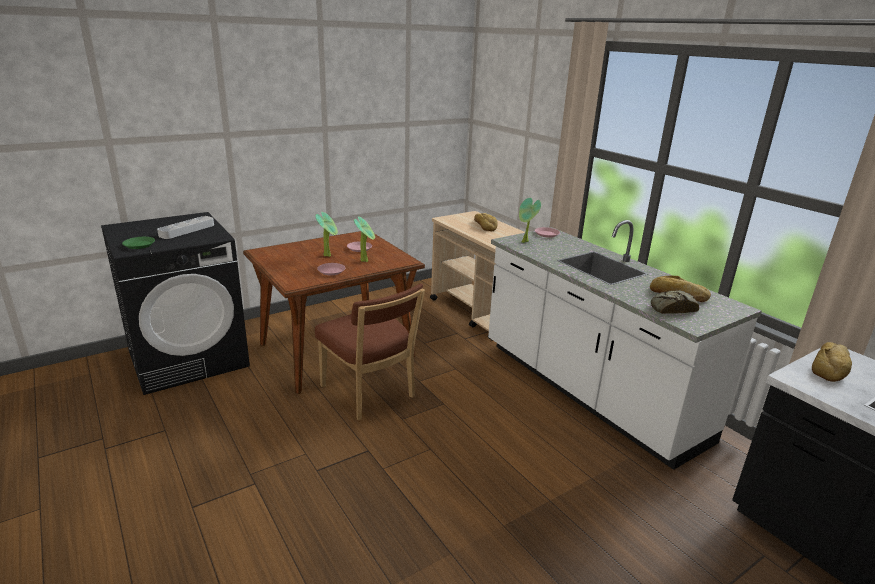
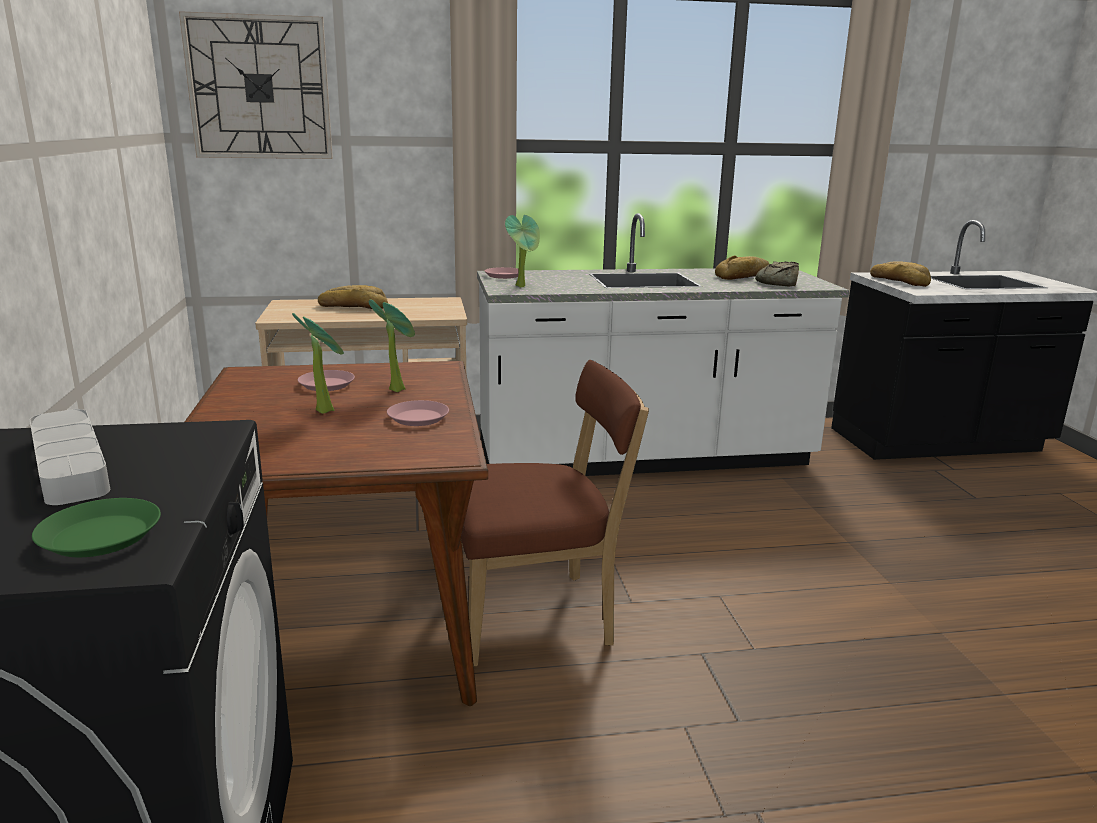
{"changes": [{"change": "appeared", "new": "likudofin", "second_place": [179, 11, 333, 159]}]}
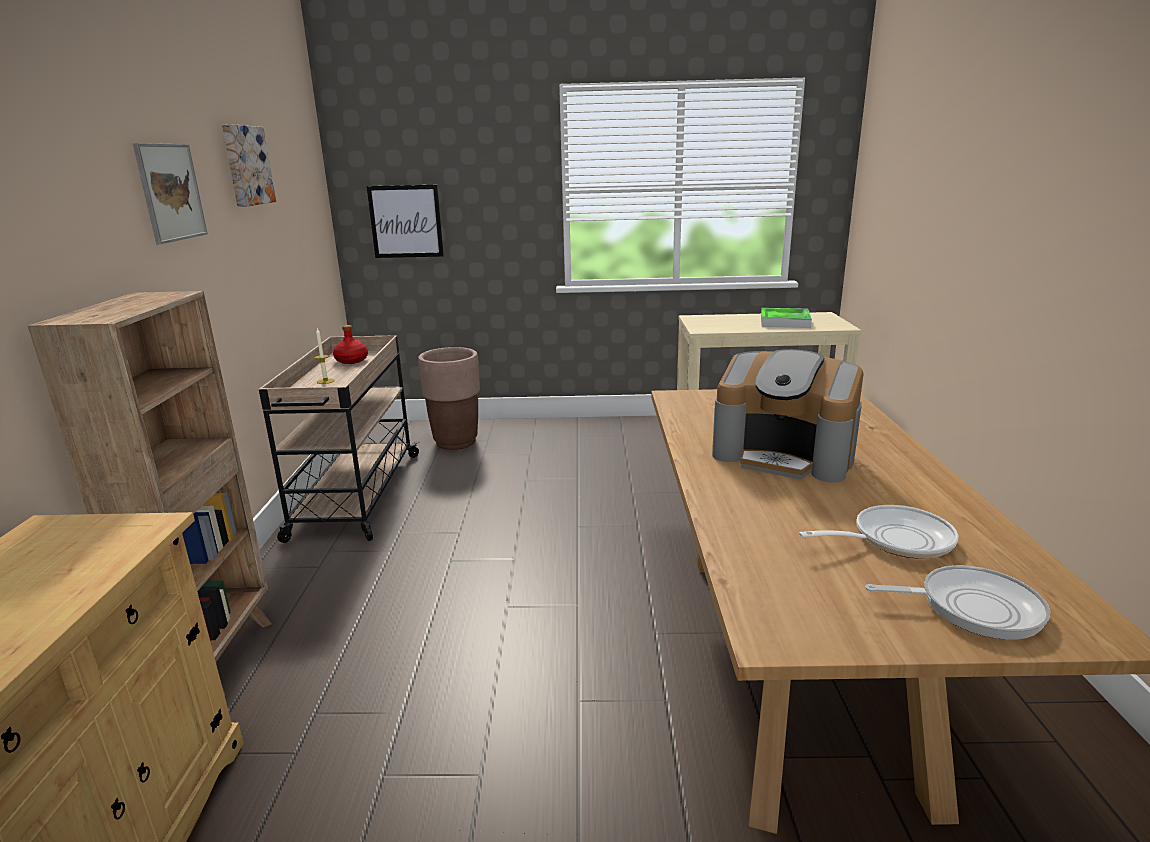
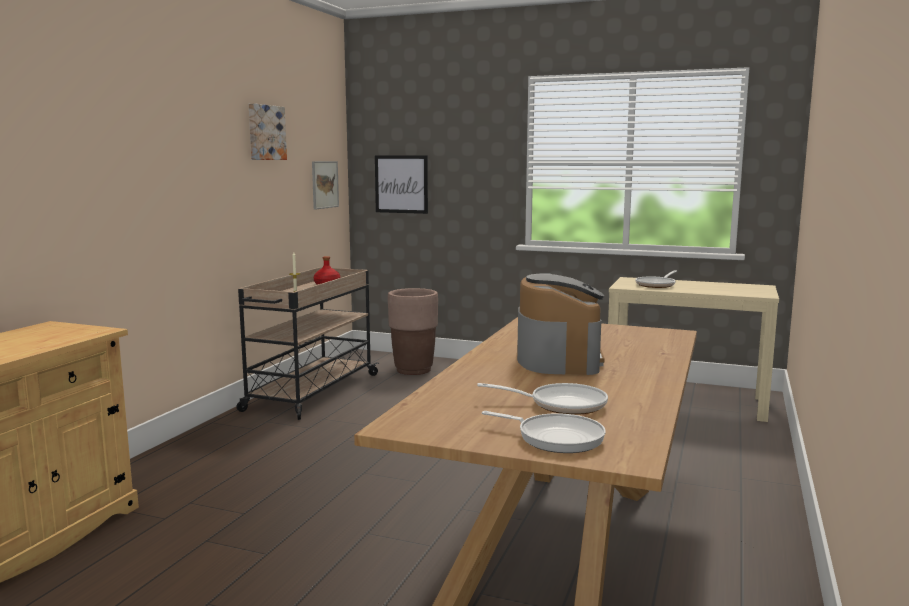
{"changes": [{"change": "relocated", "old": "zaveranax", "first_place": [133, 143, 208, 244], "second_place": [312, 161, 339, 210]}, {"change": "spun", "old": "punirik", "first_place": [712, 349, 863, 482], "second_place": [517, 273, 605, 375], "degrees": -135}, {"change": "appeared", "new": "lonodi", "second_place": [635, 270, 677, 288]}, {"change": "missing", "old": "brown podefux", "first_place": [28, 291, 272, 696]}, {"change": "missing", "old": "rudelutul", "first_place": [761, 308, 812, 328]}]}
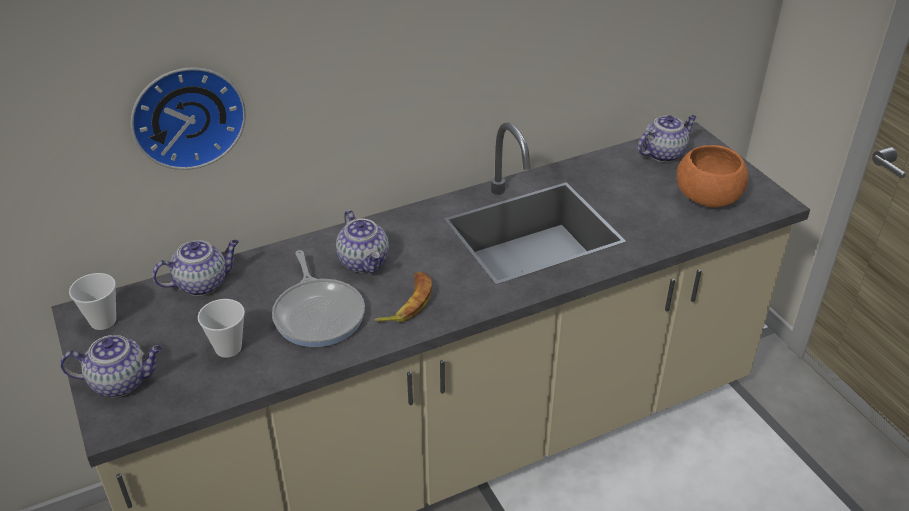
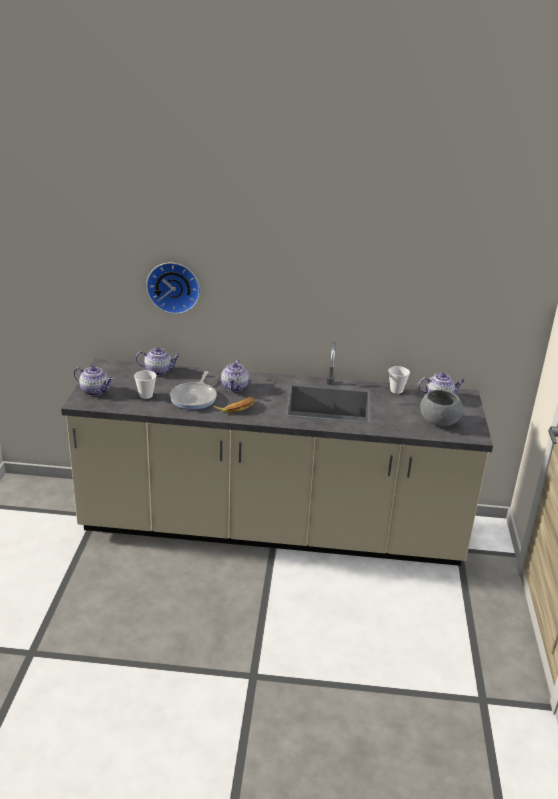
{"changes": [{"change": "relocated", "old": "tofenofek", "first_place": [69, 273, 116, 330], "second_place": [388, 366, 410, 394]}, {"change": "colour", "old": "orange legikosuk", "new": "grey legikosuk", "first_place": [677, 145, 749, 207], "second_place": [420, 390, 463, 426]}]}
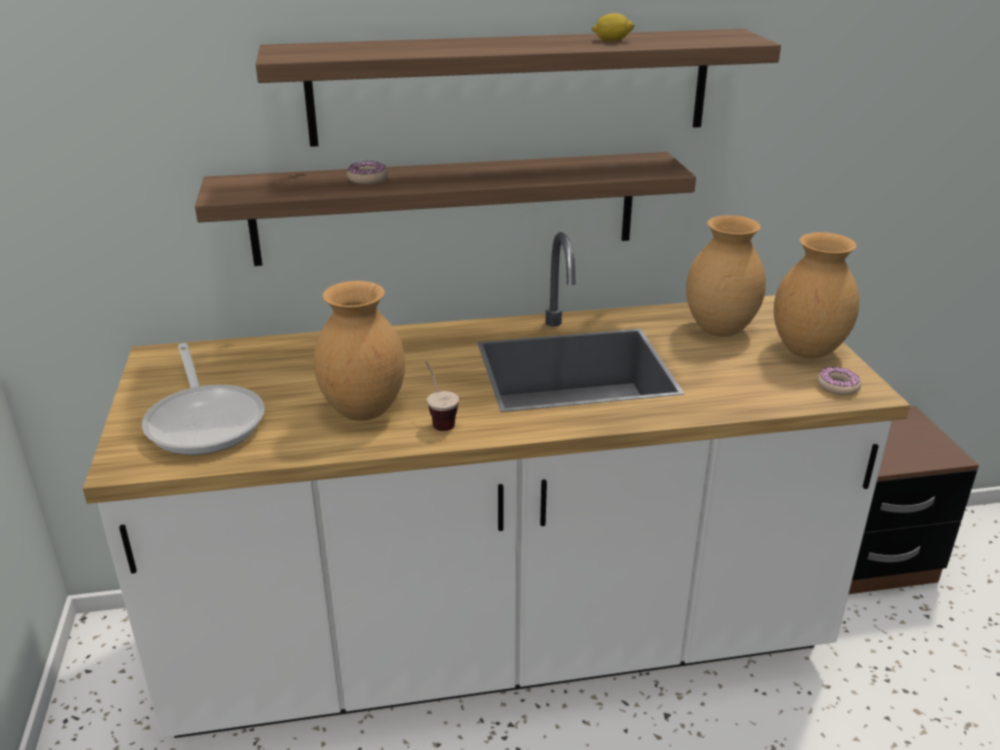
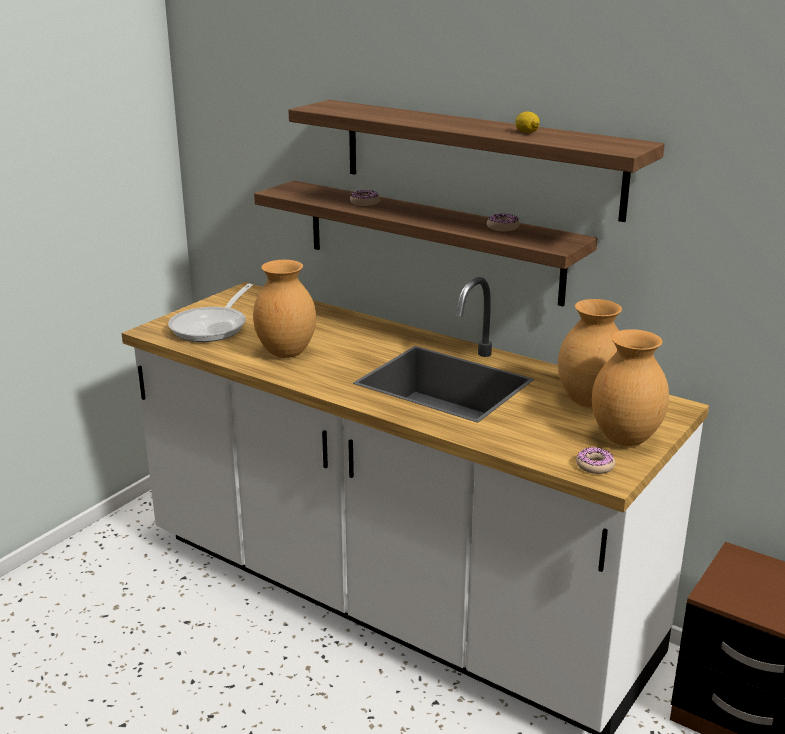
{"changes": [{"change": "appeared", "new": "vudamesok", "second_place": [487, 213, 520, 231]}, {"change": "missing", "old": "tofenofek", "first_place": [425, 361, 459, 431]}]}
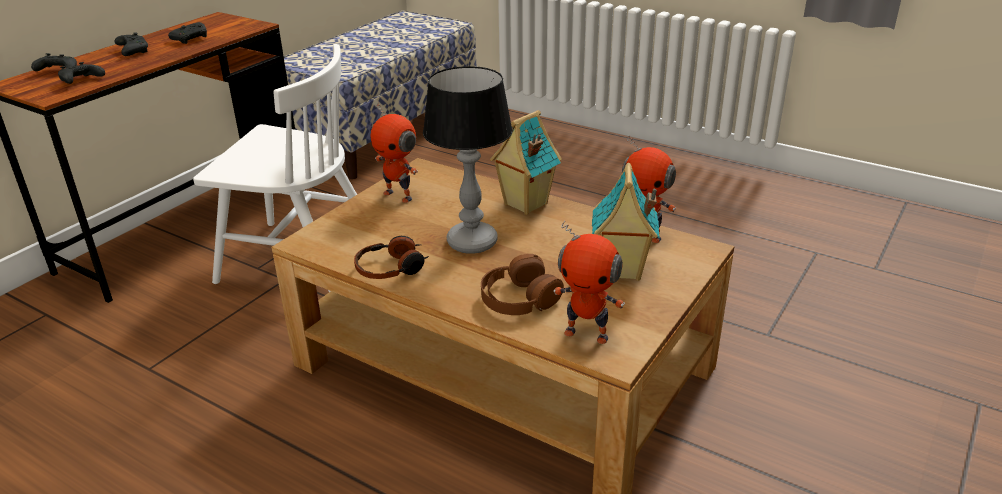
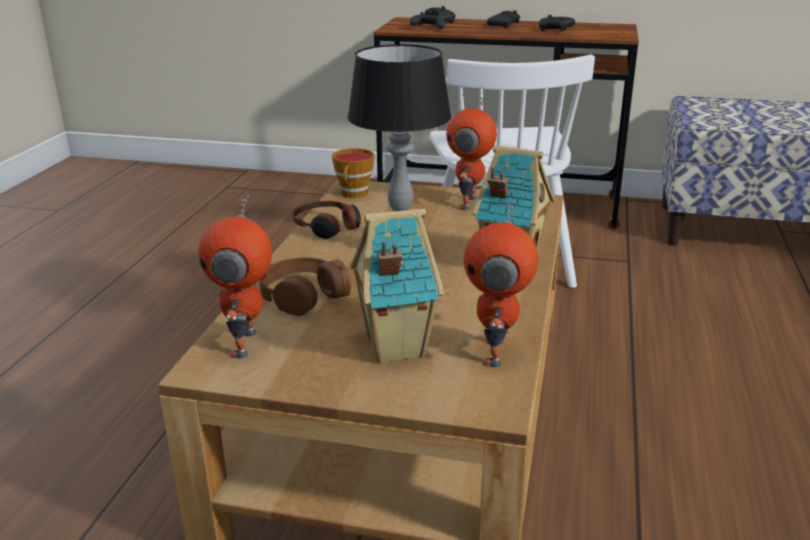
{"changes": [{"change": "appeared", "new": "tofenofek", "second_place": [332, 148, 375, 198]}]}
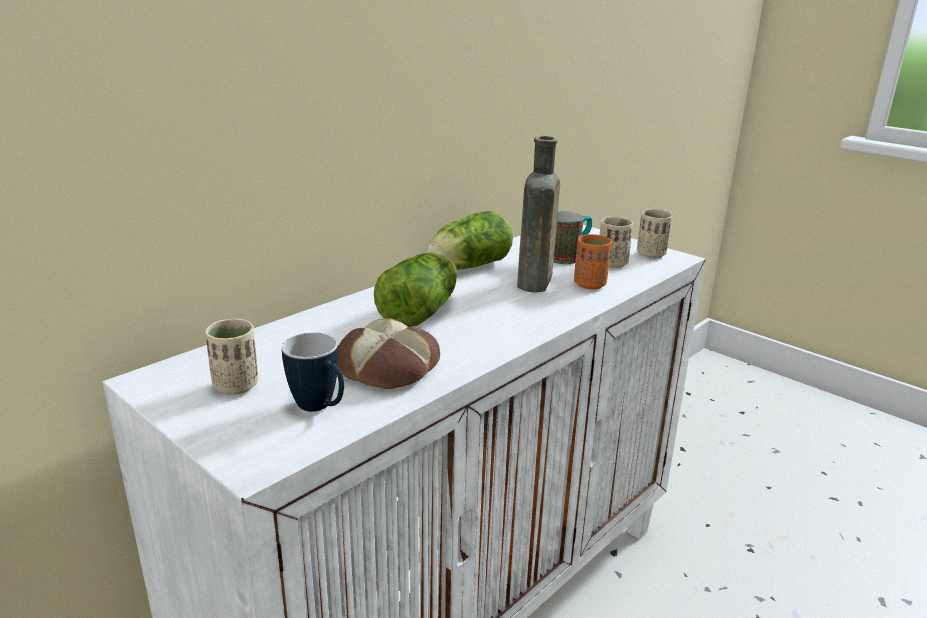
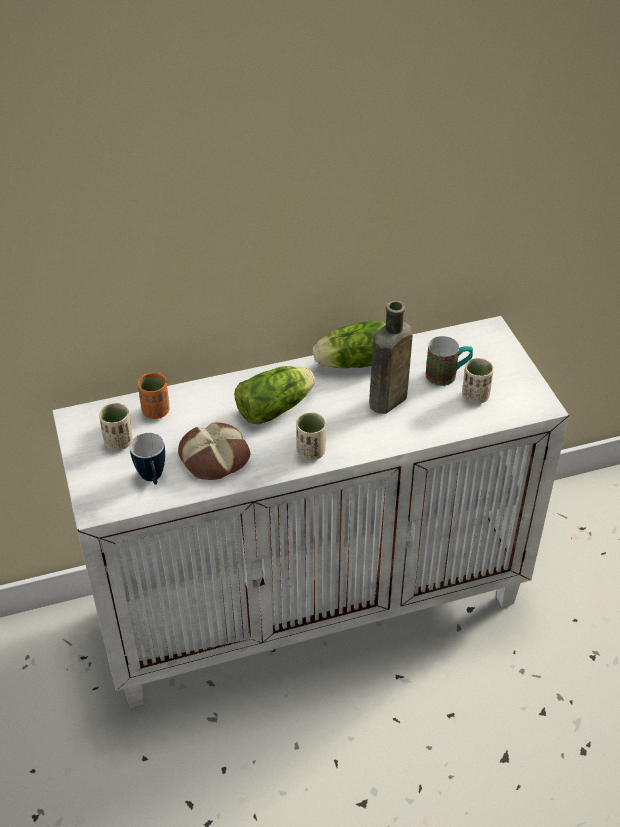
{"changes": [{"change": "relocated", "old": "orange tofenofek", "first_place": [574, 234, 612, 290], "second_place": [138, 373, 170, 419]}, {"change": "relocated", "old": "beige tofenofek", "first_place": [637, 209, 673, 258], "second_place": [296, 412, 326, 460]}]}
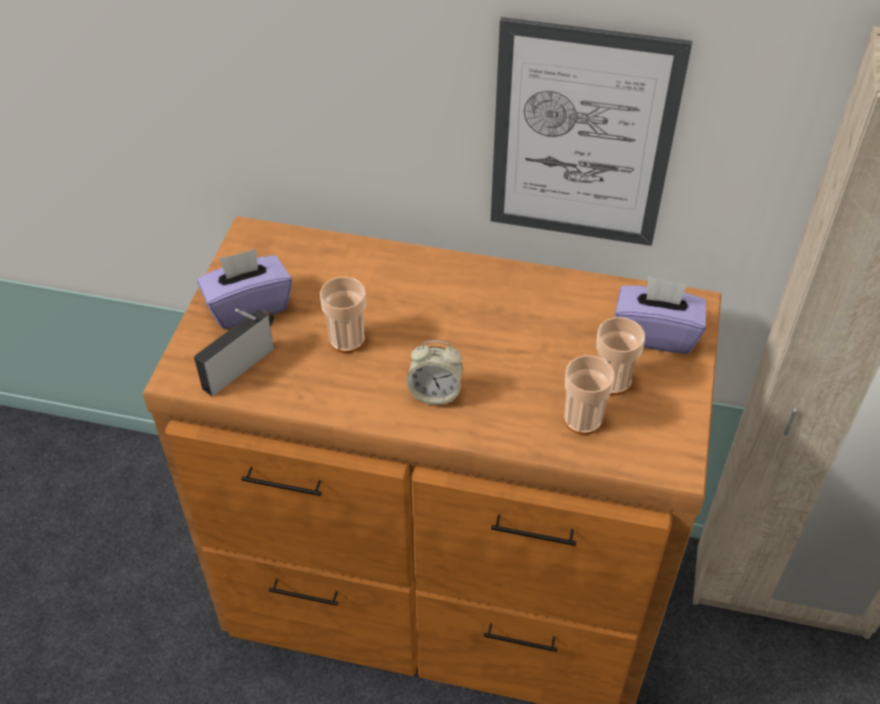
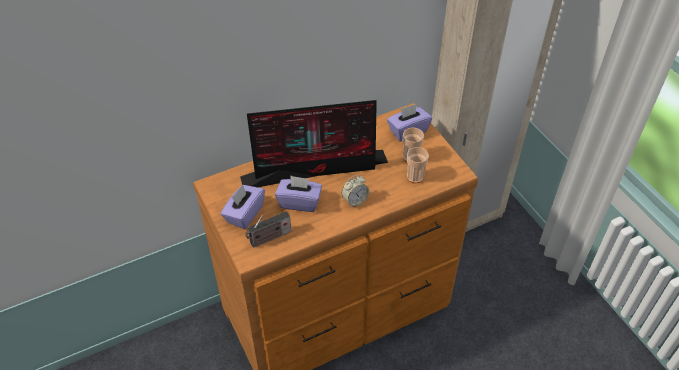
{"changes": [{"change": "appeared", "new": "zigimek", "second_place": [240, 100, 388, 187]}, {"change": "spun", "old": "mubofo", "first_place": [194, 309, 274, 397], "second_place": [245, 211, 291, 248], "degrees": -120}, {"change": "exchanged", "old": "tofenofek", "new": "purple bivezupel", "first_place": [320, 277, 366, 353], "second_place": [275, 175, 322, 212]}, {"change": "missing", "old": "zaveranax", "first_place": [491, 17, 692, 246]}]}
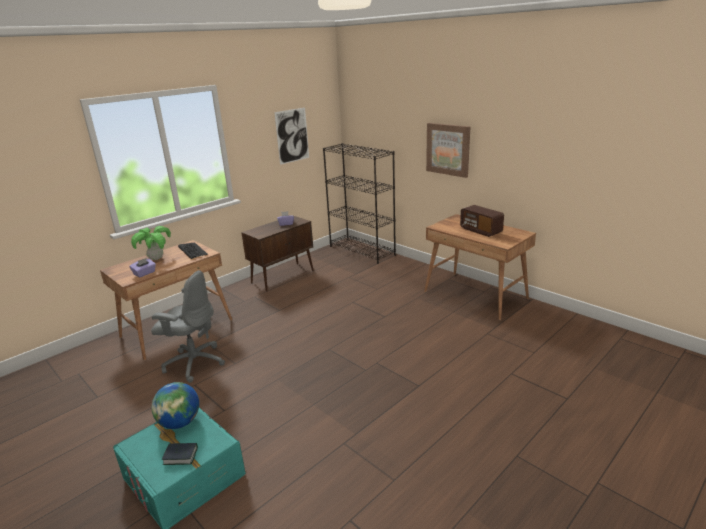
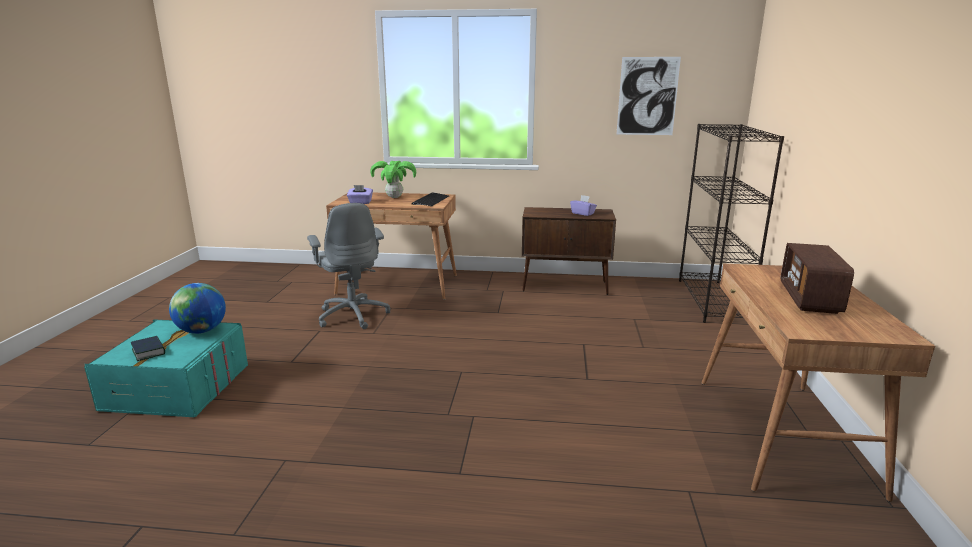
{"changes": [{"change": "missing", "old": "zaveranax", "first_place": [426, 123, 470, 178]}]}
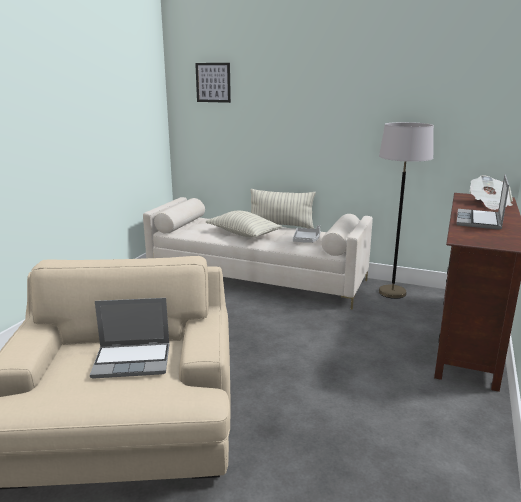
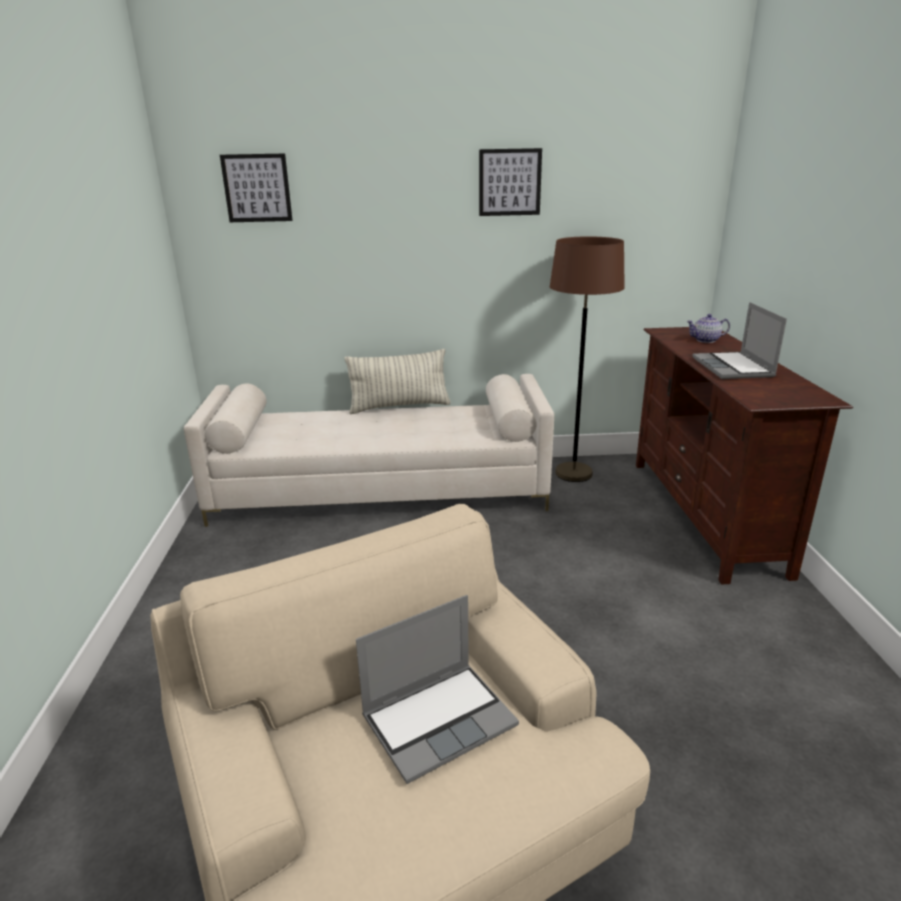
{"changes": [{"change": "appeared", "new": "zaveranax", "second_place": [479, 148, 542, 216]}, {"change": "colour", "old": "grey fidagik", "new": "brown fidagik", "first_place": [379, 122, 434, 299], "second_place": [550, 236, 625, 482]}, {"change": "exchanged", "old": "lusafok", "new": "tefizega", "first_place": [470, 175, 513, 210], "second_place": [686, 314, 730, 343]}, {"change": "missing", "old": "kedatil", "first_place": [206, 211, 283, 237]}, {"change": "missing", "old": "grey rudelutul", "first_place": [293, 225, 321, 243]}]}
